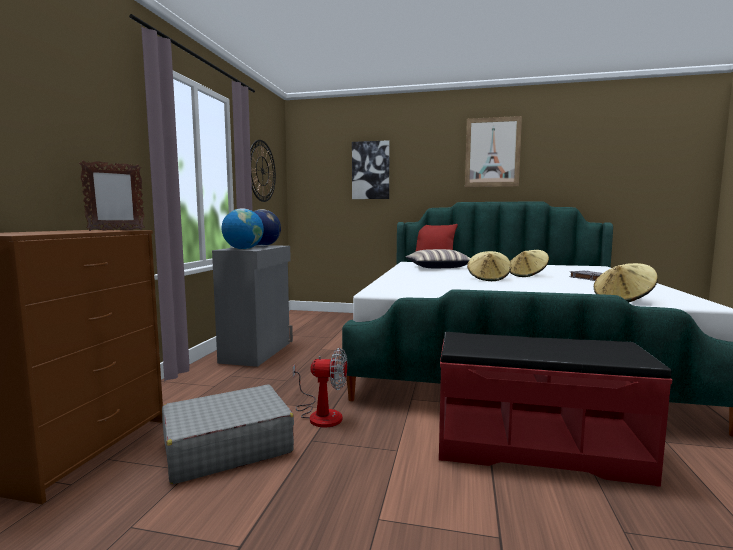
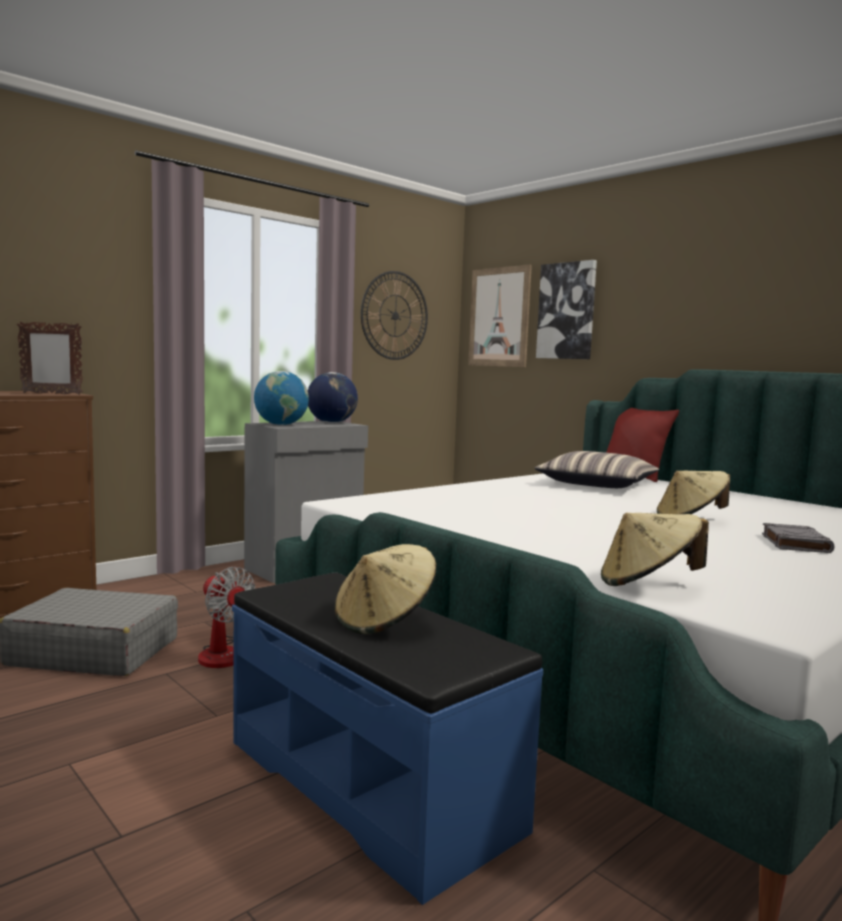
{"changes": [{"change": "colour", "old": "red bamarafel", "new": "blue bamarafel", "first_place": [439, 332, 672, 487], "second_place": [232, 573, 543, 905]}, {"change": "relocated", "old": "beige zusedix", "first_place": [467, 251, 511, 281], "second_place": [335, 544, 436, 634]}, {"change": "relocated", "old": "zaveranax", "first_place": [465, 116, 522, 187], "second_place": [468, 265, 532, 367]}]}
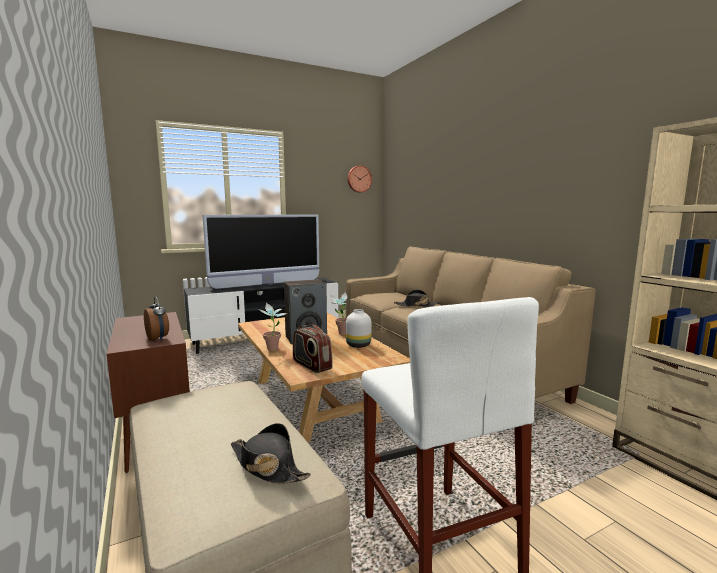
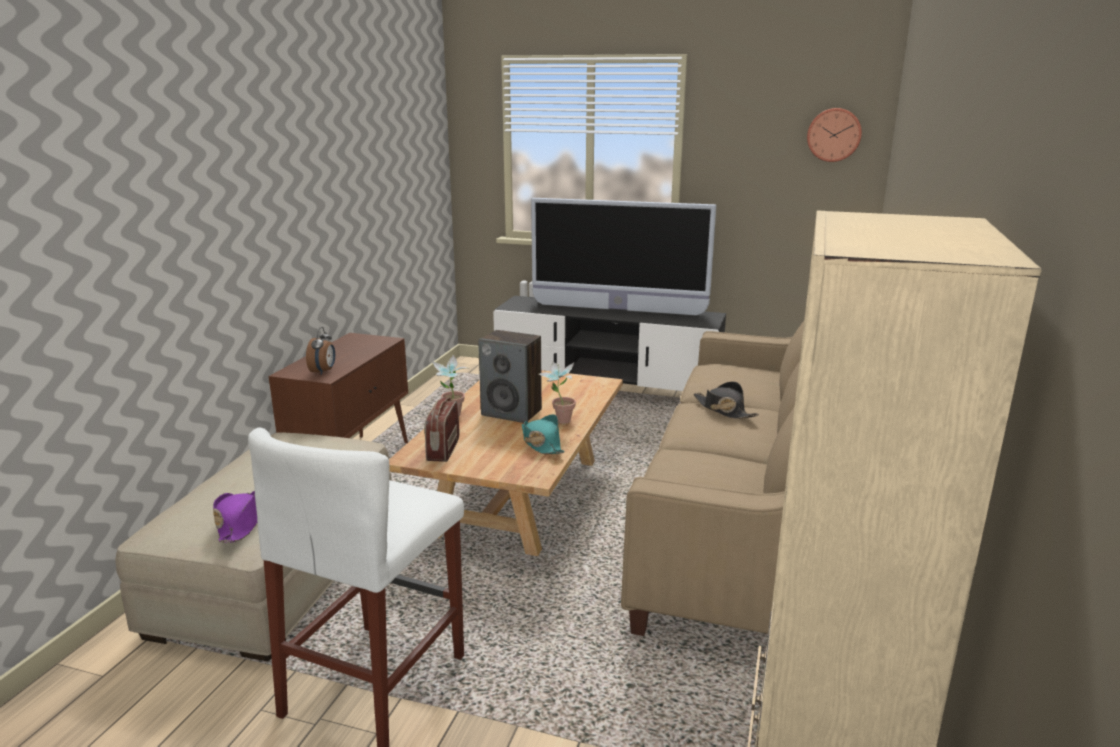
{"changes": [{"change": "colour", "old": "black zusedix", "new": "purple zusedix", "first_place": [231, 423, 311, 484], "second_place": [213, 490, 257, 543]}, {"change": "exchanged", "old": "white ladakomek", "new": "turquoise zusedix", "first_place": [346, 309, 372, 348], "second_place": [522, 414, 565, 454]}]}
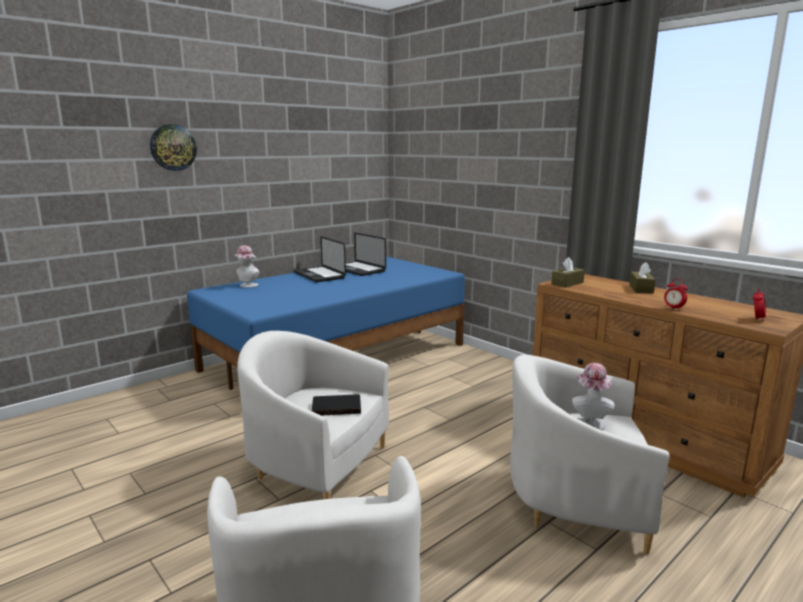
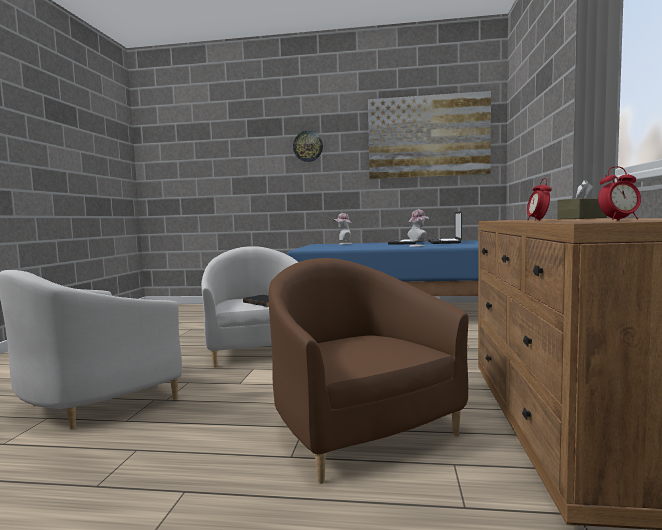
{"changes": [{"change": "colour", "old": "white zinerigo", "new": "brown zinerigo", "first_place": [510, 355, 669, 554], "second_place": [269, 258, 469, 484]}, {"change": "appeared", "new": "zaveranax", "second_place": [368, 91, 491, 179]}, {"change": "relocated", "old": "zusedix", "first_place": [572, 363, 614, 430], "second_place": [407, 210, 429, 247]}, {"change": "missing", "old": "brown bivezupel", "first_place": [551, 257, 585, 287]}]}
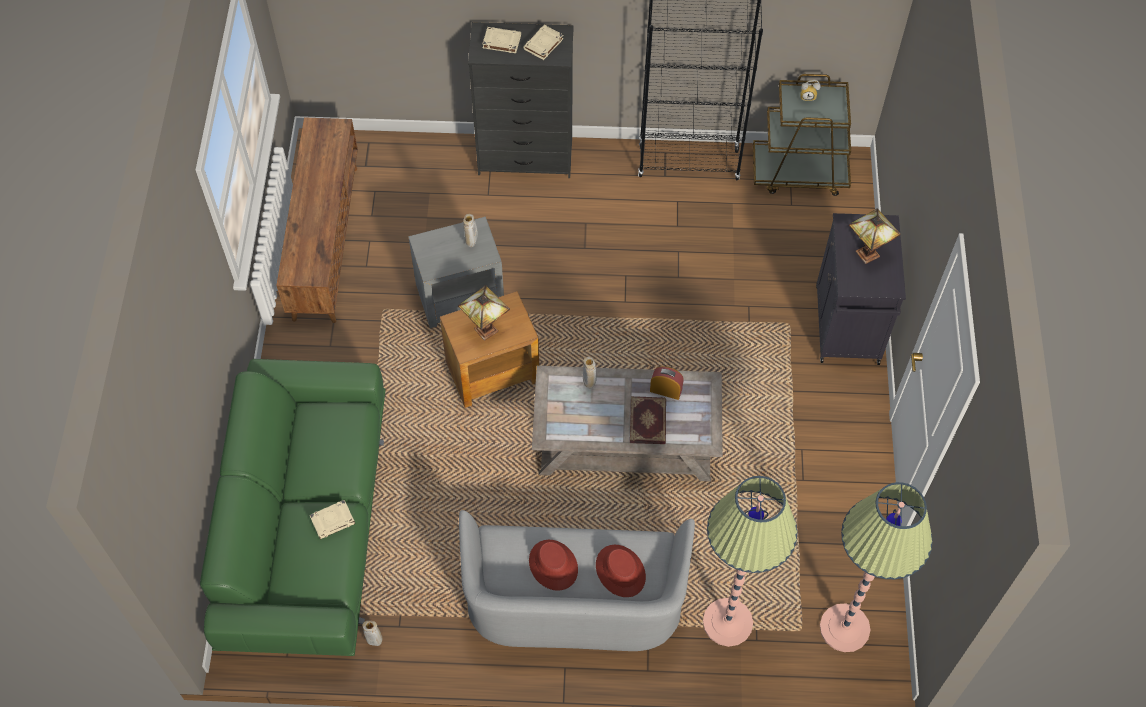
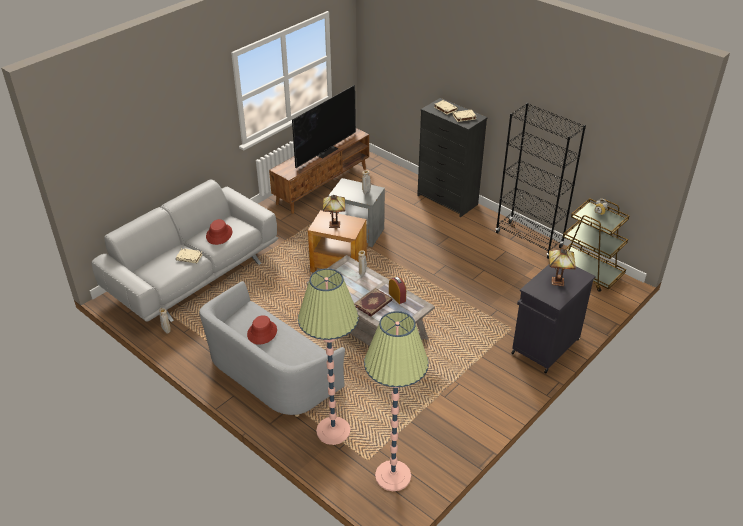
{"changes": [{"change": "colour", "old": "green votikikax", "new": "grey votikikax", "first_place": [200, 359, 386, 656], "second_place": [92, 180, 278, 322]}, {"change": "relocated", "old": "red zusedix", "first_place": [596, 545, 646, 597], "second_place": [206, 219, 232, 245]}, {"change": "appeared", "new": "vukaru", "second_place": [292, 85, 356, 168]}]}
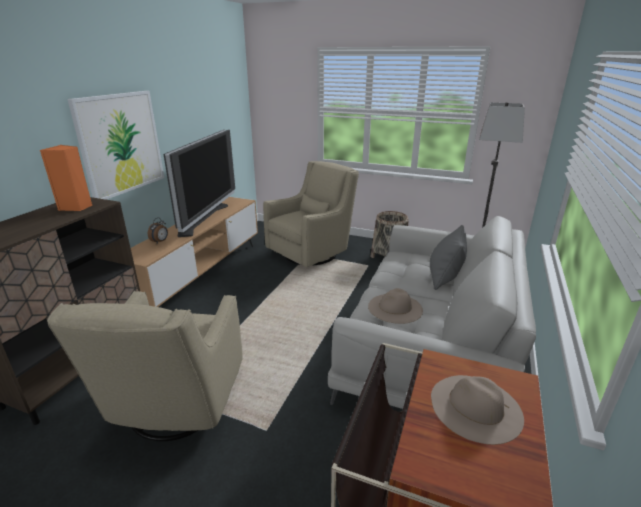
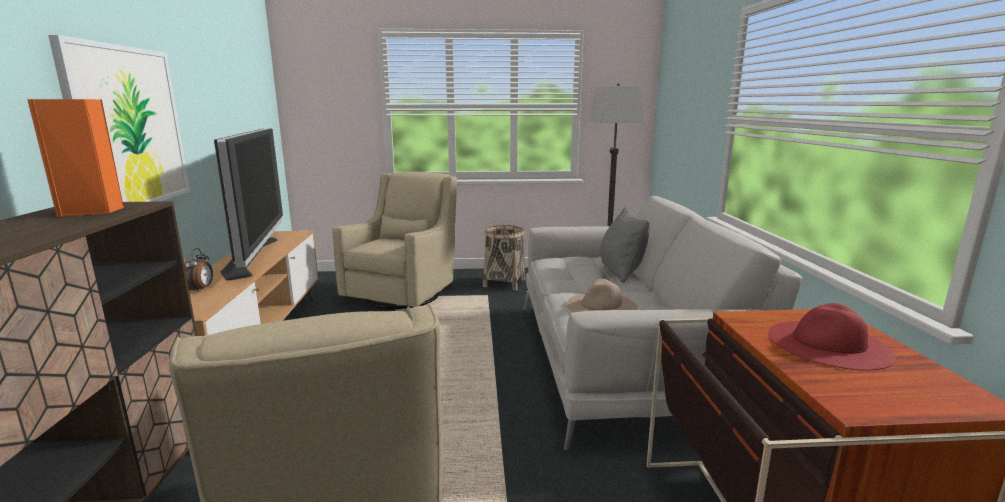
{"changes": [{"change": "colour", "old": "beige zusedix", "new": "red zusedix", "first_place": [431, 375, 524, 445], "second_place": [768, 303, 896, 370]}]}
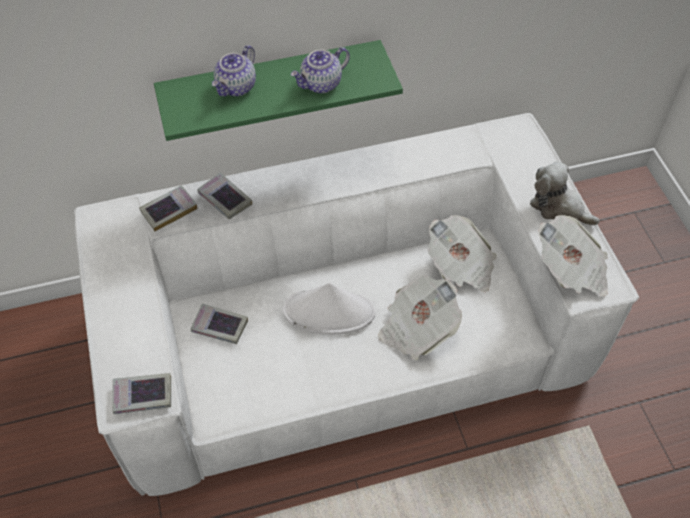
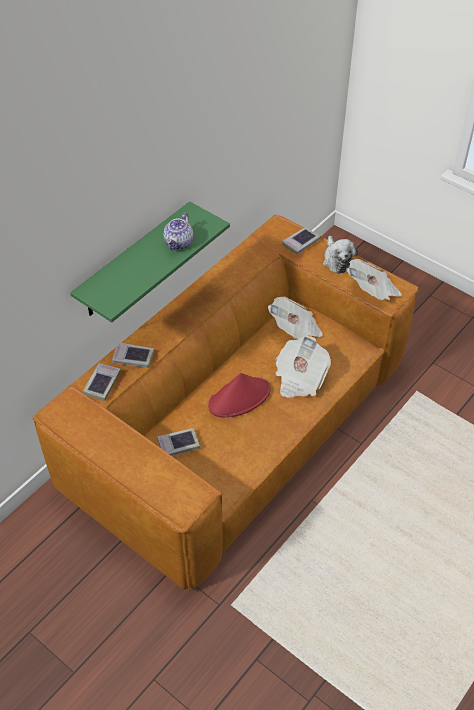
{"changes": [{"change": "colour", "old": "white votikikax", "new": "brown votikikax", "first_place": [74, 113, 639, 496], "second_place": [33, 215, 419, 592]}, {"change": "colour", "old": "white zusedix", "new": "red zusedix", "first_place": [283, 283, 375, 335], "second_place": [208, 373, 271, 418]}, {"change": "relocated", "old": "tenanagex", "first_place": [112, 373, 171, 414], "second_place": [282, 227, 320, 254]}, {"change": "spun", "old": "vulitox", "first_place": [530, 161, 600, 225], "second_place": [323, 236, 358, 274], "degrees": -105}, {"change": "missing", "old": "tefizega", "first_place": [212, 45, 256, 96]}]}
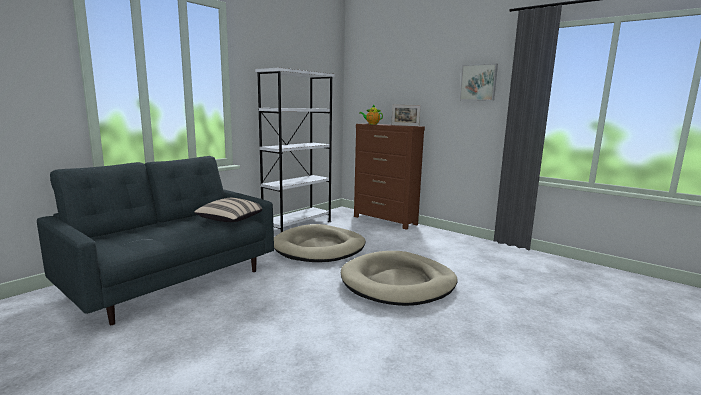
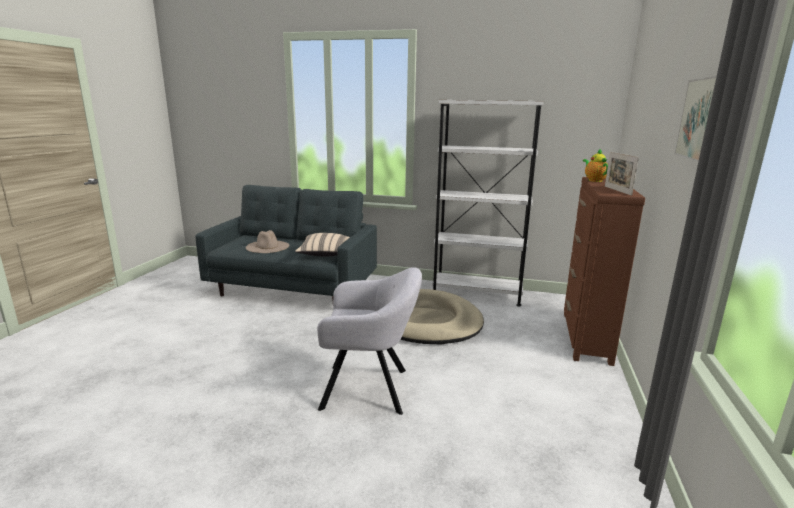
{"changes": [{"change": "appeared", "new": "beige zusedix", "second_place": [246, 230, 289, 253]}, {"change": "exchanged", "old": "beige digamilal", "new": "grey zinerigo", "first_place": [341, 251, 458, 306], "second_place": [317, 267, 422, 415]}]}
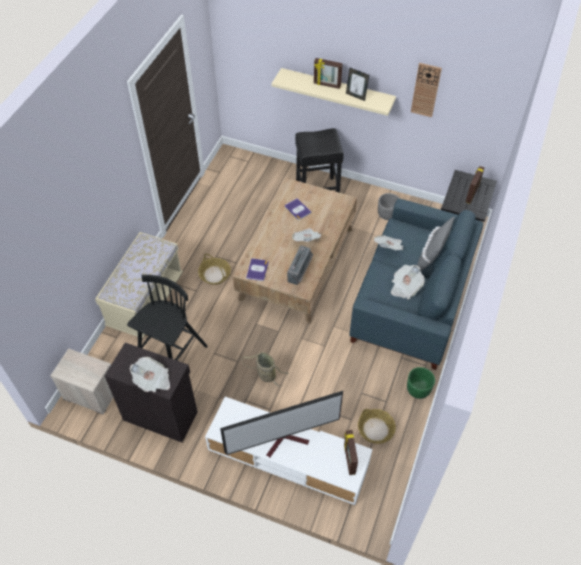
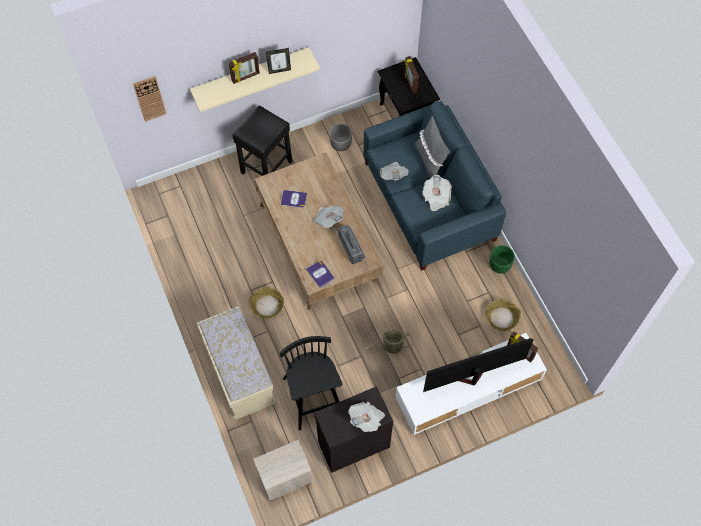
{"changes": [{"change": "relocated", "old": "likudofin", "first_place": [411, 63, 442, 117], "second_place": [133, 76, 166, 122]}, {"change": "spun", "old": "vukaru", "first_place": [220, 391, 343, 457], "second_place": [423, 338, 534, 392], "degrees": -135}]}
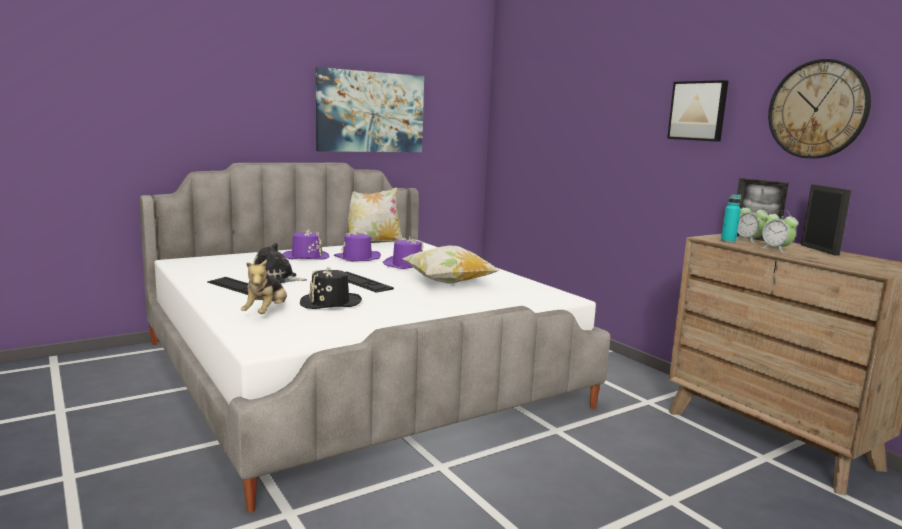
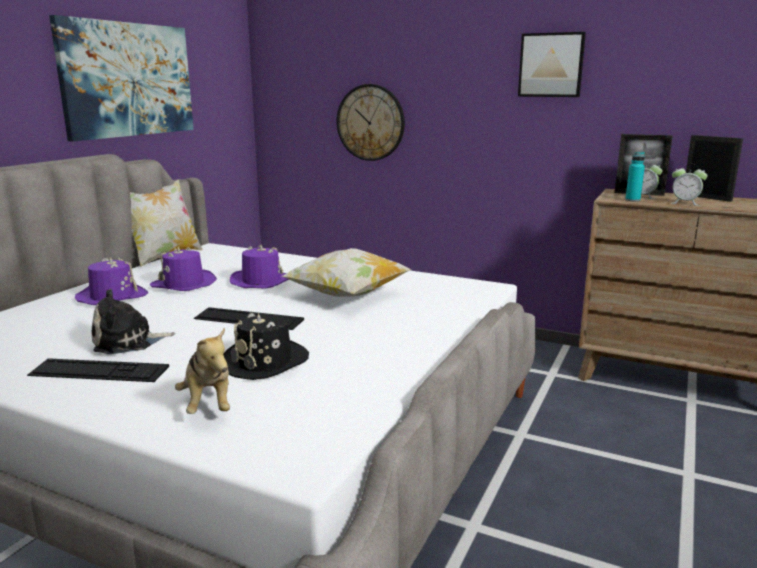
{"changes": [{"change": "relocated", "old": "likudofin", "first_place": [768, 59, 871, 159], "second_place": [337, 84, 405, 161]}]}
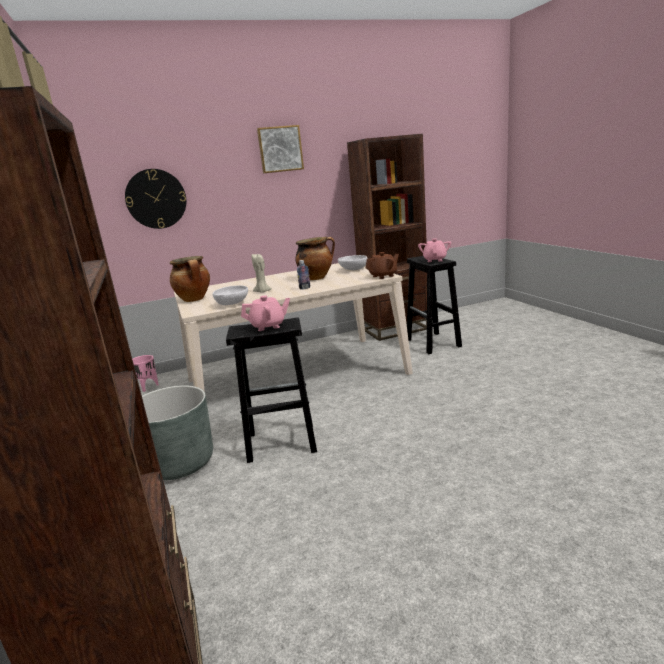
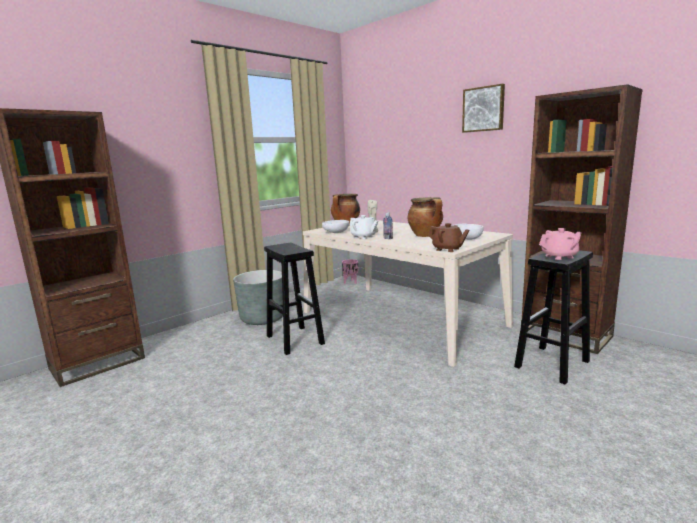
{"changes": [{"change": "appeared", "new": "white tefizega", "second_place": [349, 215, 378, 239]}, {"change": "missing", "old": "likudofin", "first_place": [125, 169, 186, 229]}, {"change": "missing", "old": "pink tefizega", "first_place": [241, 295, 290, 331]}]}
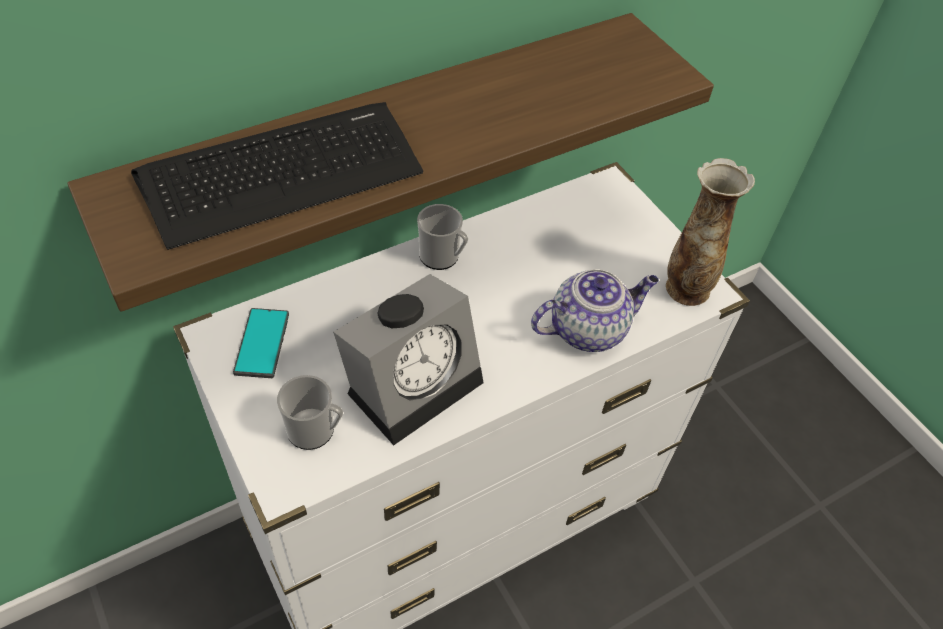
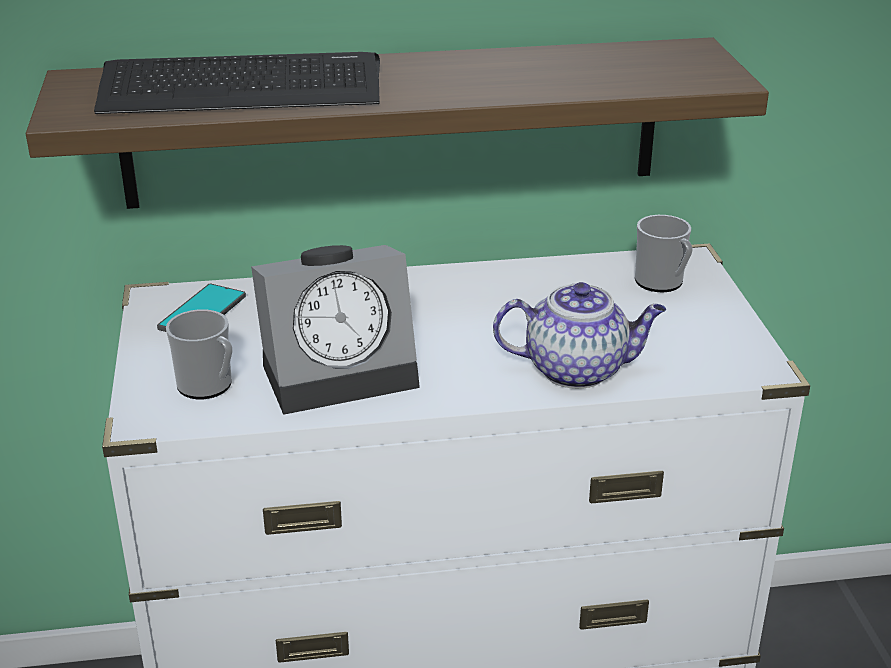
{"changes": [{"change": "relocated", "old": "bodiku", "first_place": [417, 204, 468, 270], "second_place": [635, 215, 693, 292]}, {"change": "missing", "old": "ladakomek", "first_place": [666, 158, 755, 306]}]}
